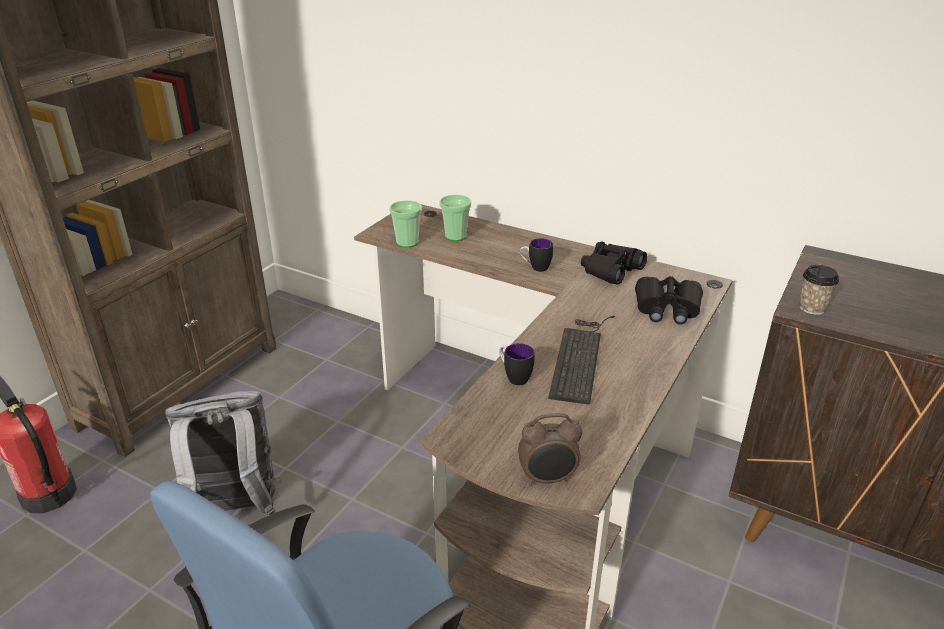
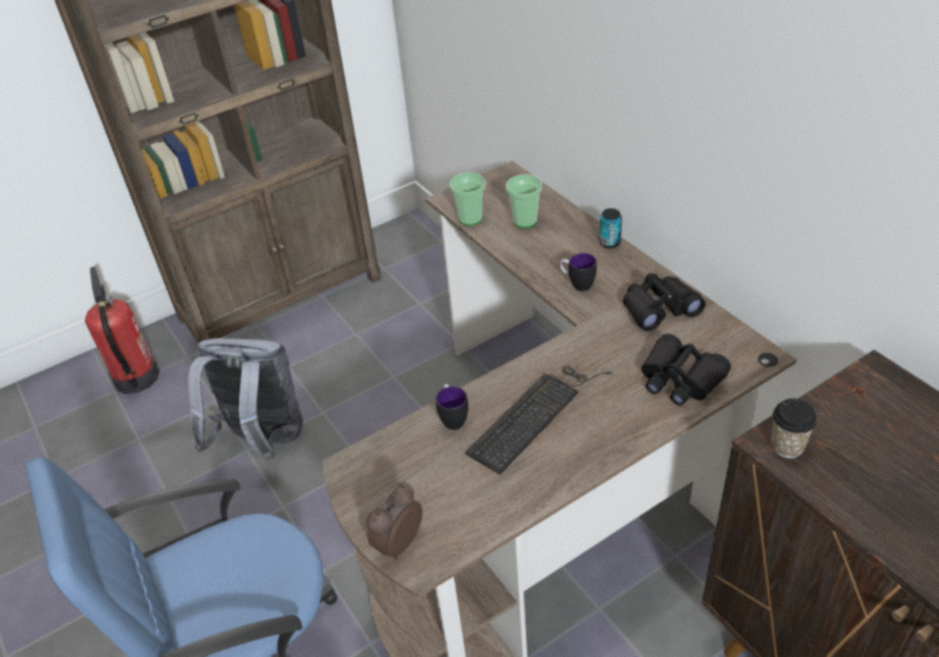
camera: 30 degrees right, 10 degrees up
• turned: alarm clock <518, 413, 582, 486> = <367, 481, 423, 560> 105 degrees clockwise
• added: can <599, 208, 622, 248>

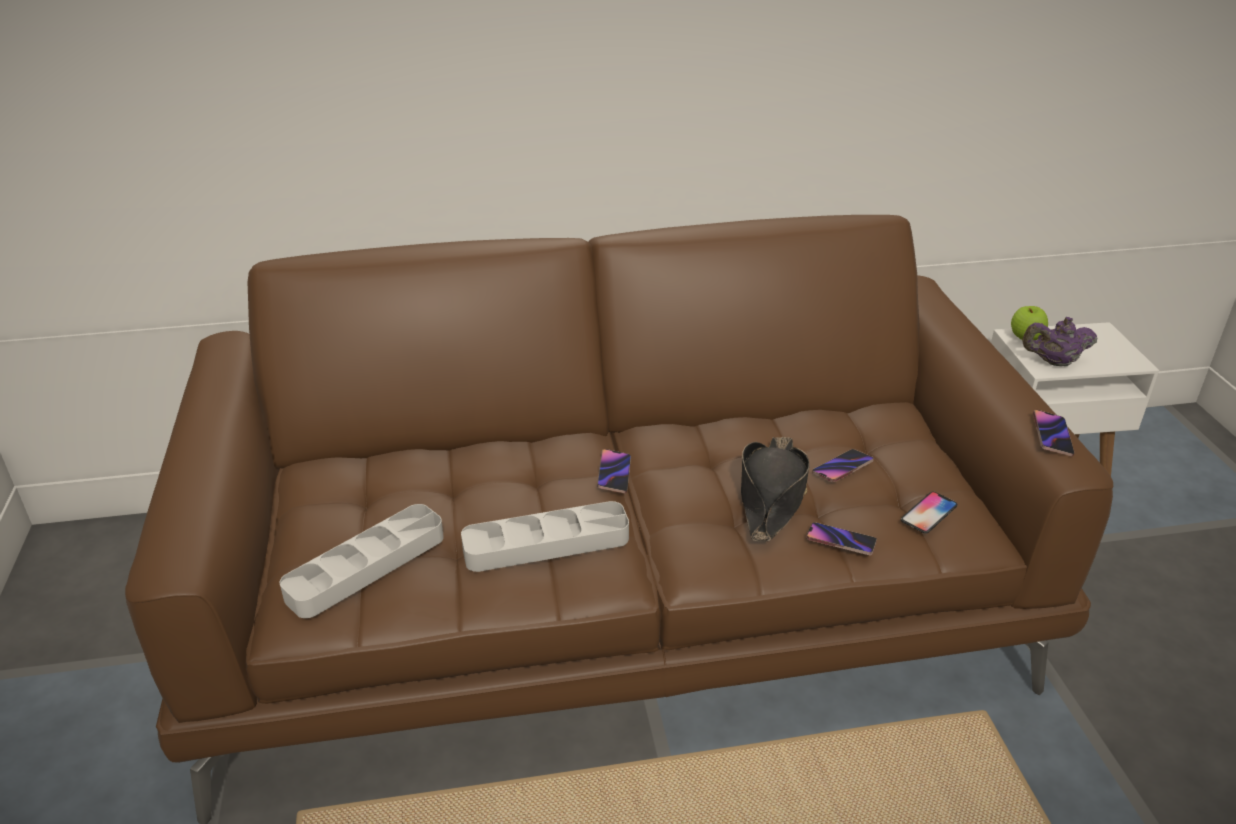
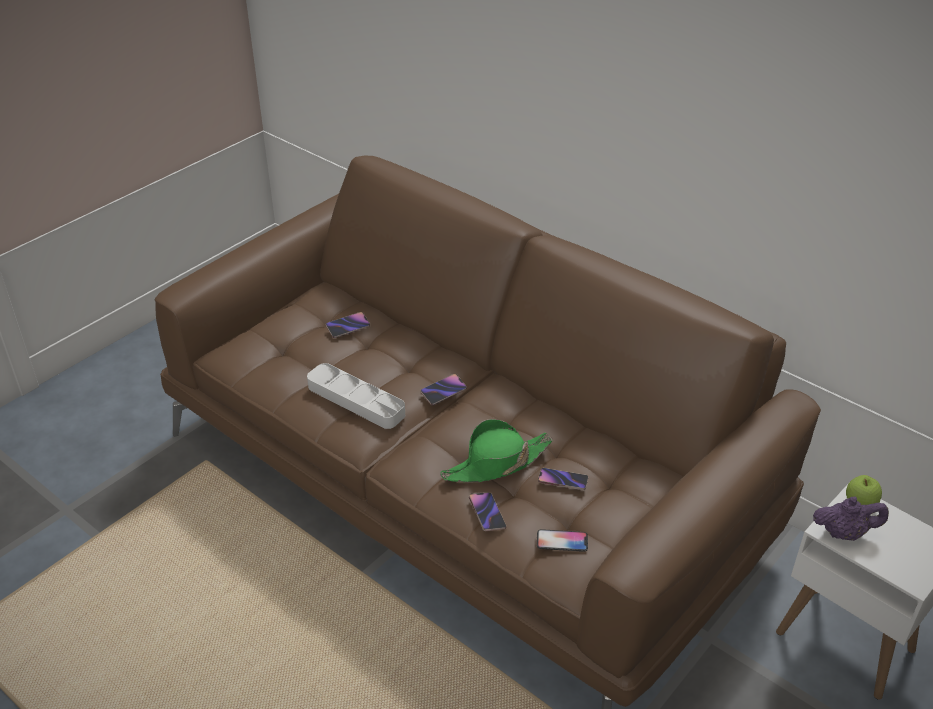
camera: 50 degrees right, 5 degrees up
• removed: tray (grey) <280, 504, 444, 618>
• recoloured: hat (black) <741, 437, 810, 542> to hat (green) <440, 419, 553, 483>
• turned: teapot (purple) <1022, 317, 1097, 366> = <813, 497, 889, 541> 135 degrees clockwise
• moved: phone <1033, 410, 1074, 457> to <326, 312, 370, 338>

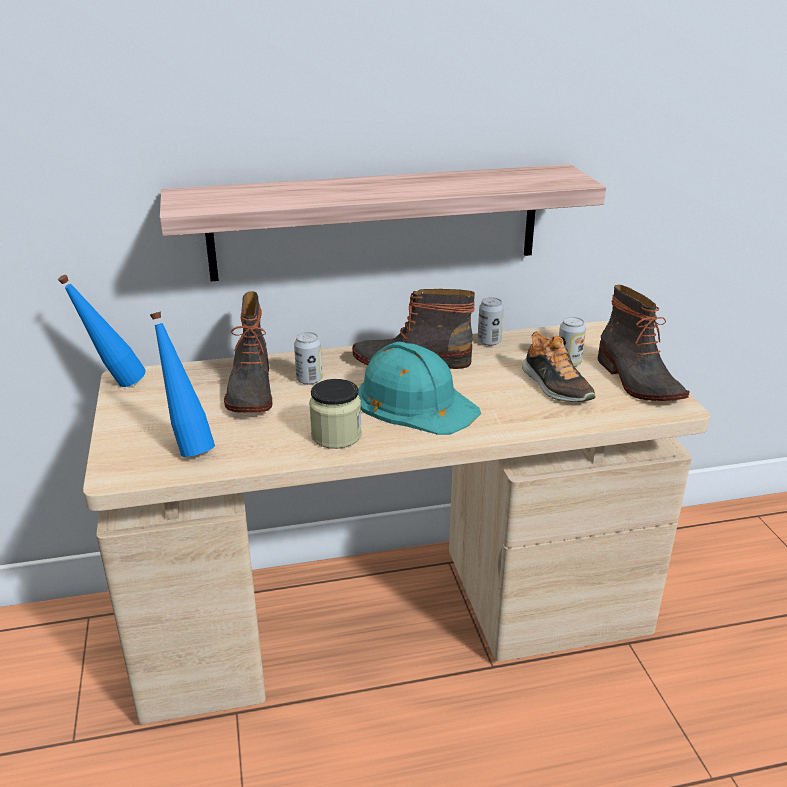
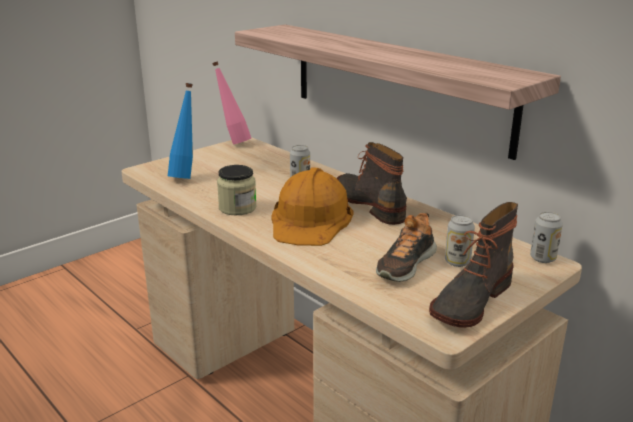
camera: 60 degrees right, 5 degrees down
• recoloured: bottle (blue) <58, 275, 146, 387> to bottle (pink) <212, 61, 251, 144>
• removed: boot <224, 291, 273, 413>
• recoloured: hard hat (turquoise) <358, 342, 481, 435> to hard hat (orange) <271, 167, 354, 246>
• moved: can <478, 297, 504, 346> to <530, 212, 563, 263>

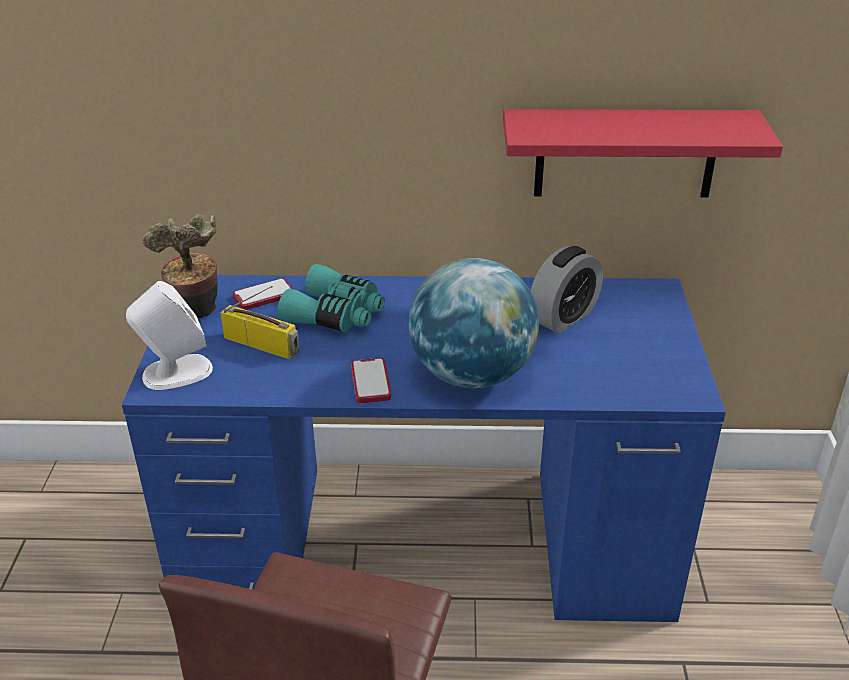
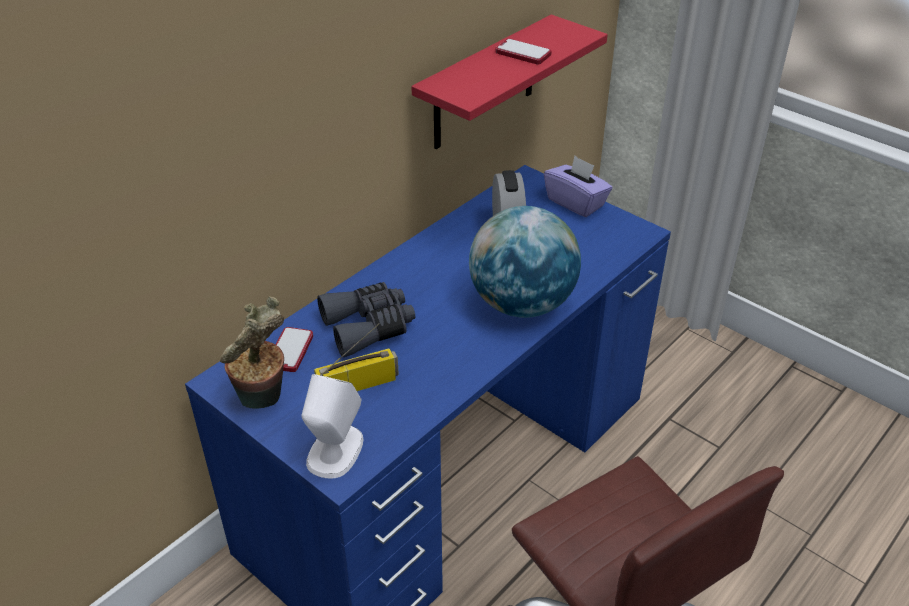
camera: 50 degrees left, 5 degrees up
• recoloured: binoculars (turquoise) <278, 264, 385, 332> to binoculars (grey) <317, 282, 415, 357>
• moved: phone <351, 358, 391, 403> to <495, 39, 551, 64>
• added: tissue box (purple) <544, 156, 613, 217>

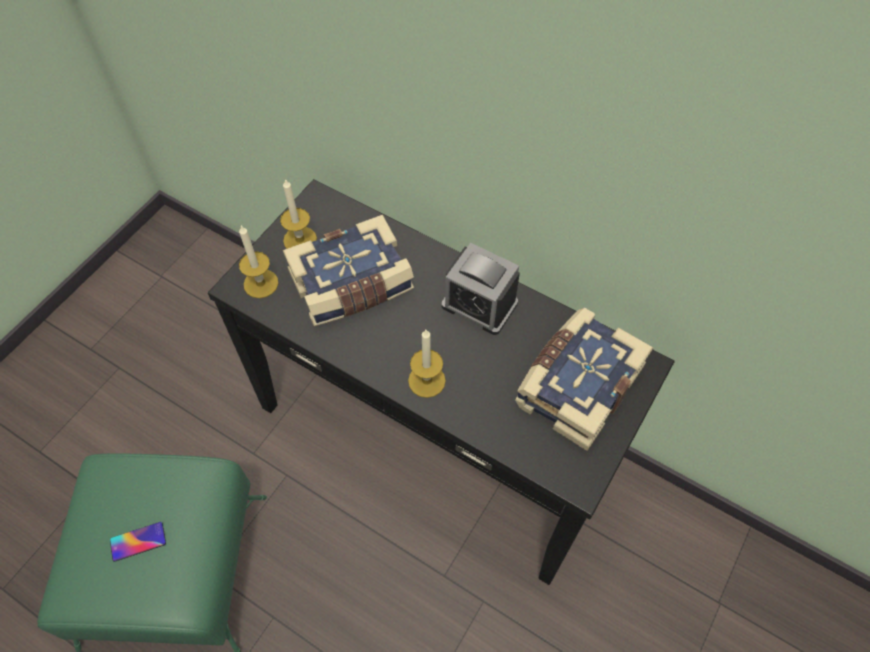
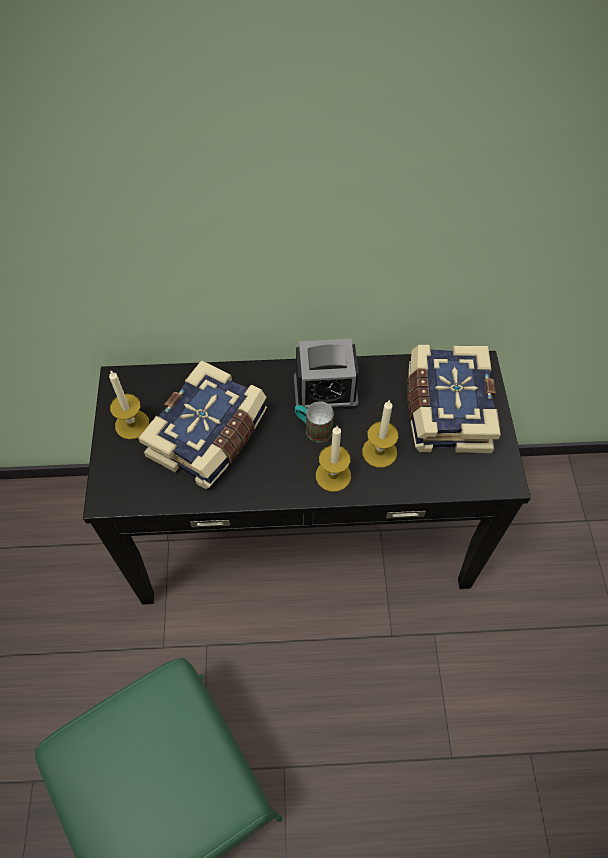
camera: 35 degrees left, 0 degrees up
• removed: phone <110, 522, 166, 562>
• moved: candle <239, 226, 278, 298> to <362, 400, 398, 468>
• added: mug <295, 401, 334, 442>

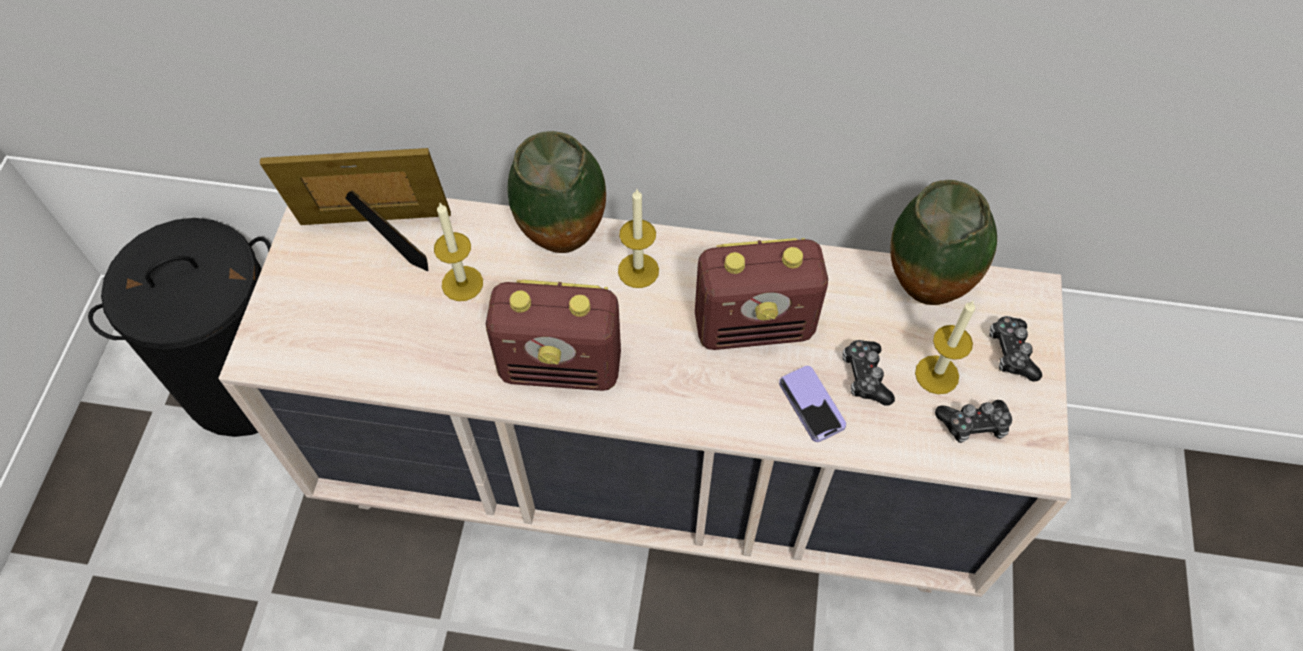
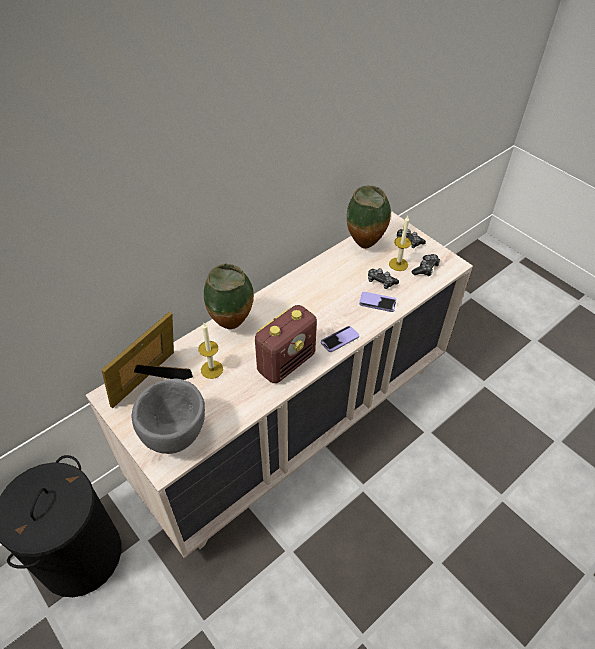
camera: 50 degrees left, 10 degrees down
• removed: candle <618, 189, 659, 288>
• removed: radio <695, 238, 828, 350>
• added: bowl (grey) <132, 378, 205, 454>
• added: phone <321, 326, 359, 352>

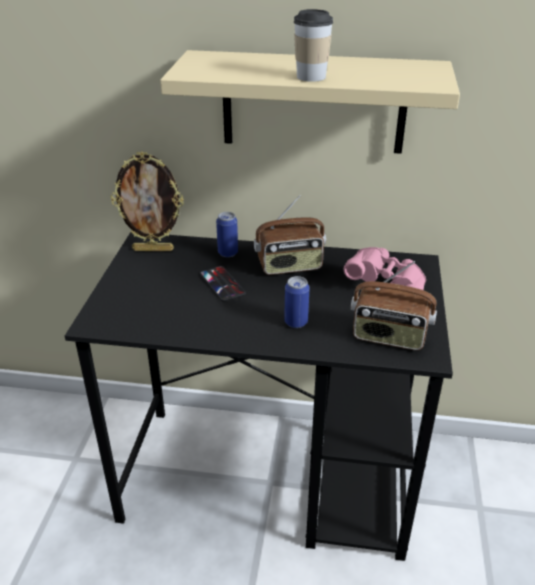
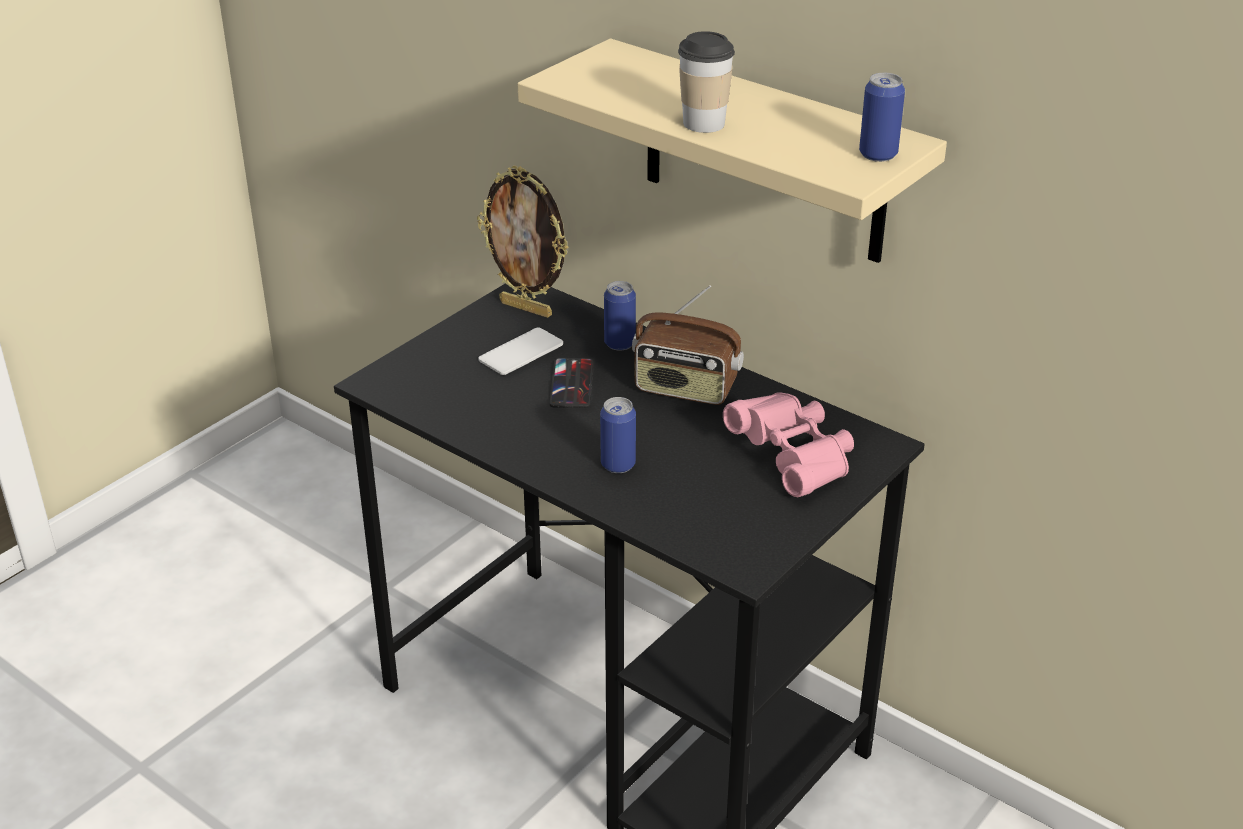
camera: 30 degrees right, 0 degrees up
• removed: radio <351, 261, 437, 350>
• added: phone <478, 328, 563, 375>
• added: can <859, 73, 905, 162>

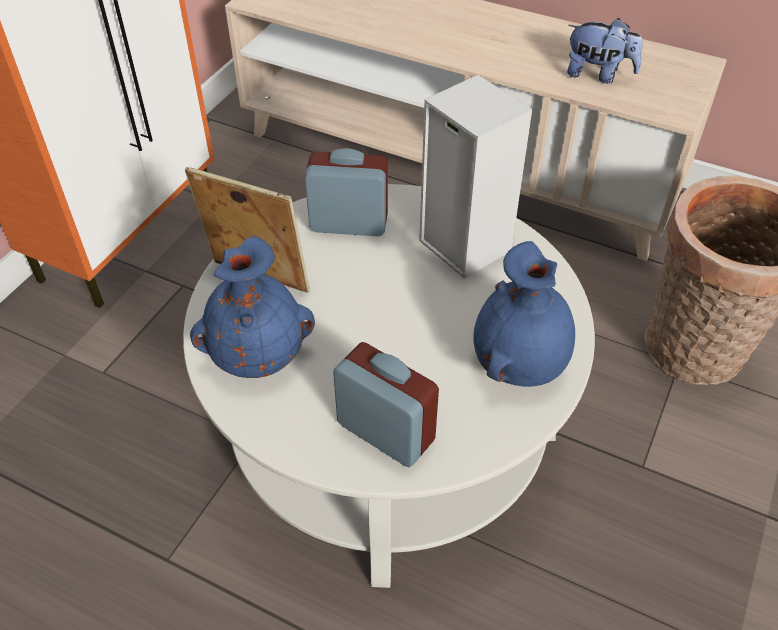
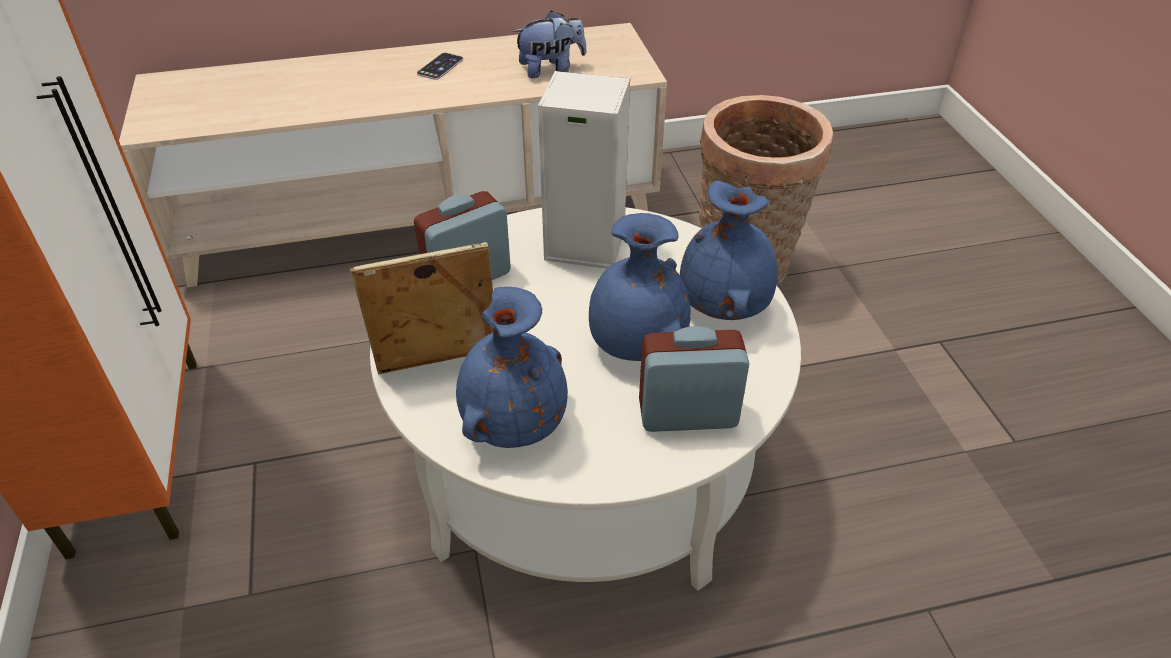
camera: 40 degrees left, 5 degrees down
• added: phone <417, 53, 463, 80>
• added: vase (blue) <589, 213, 691, 361>

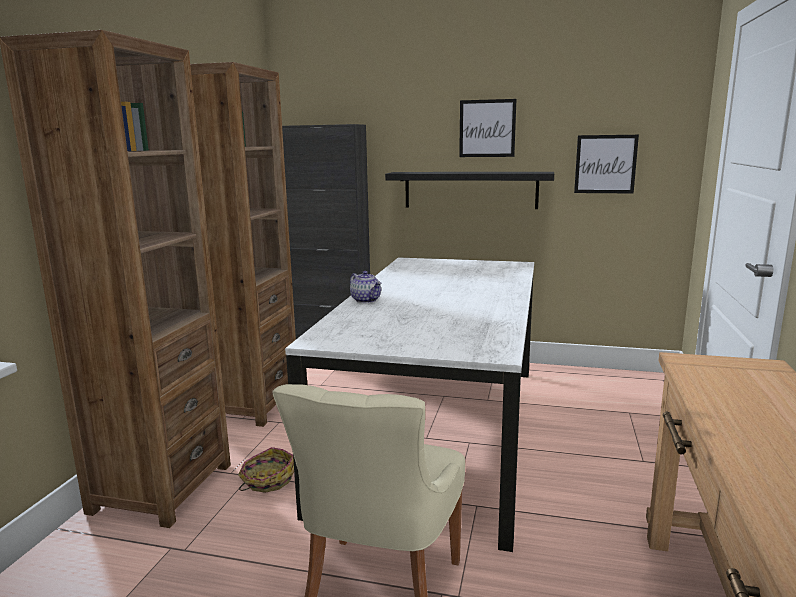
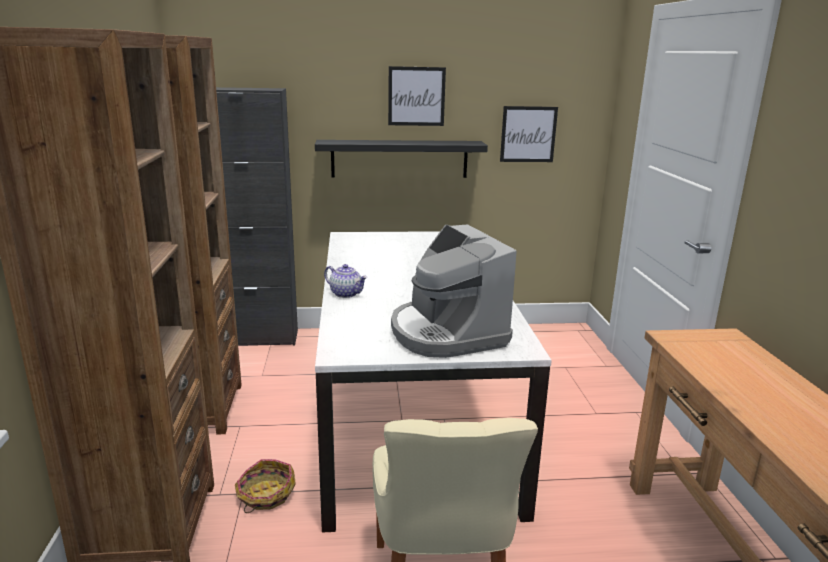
camera: 20 degrees left, 5 degrees up
• added: coffee machine <391, 224, 517, 358>

